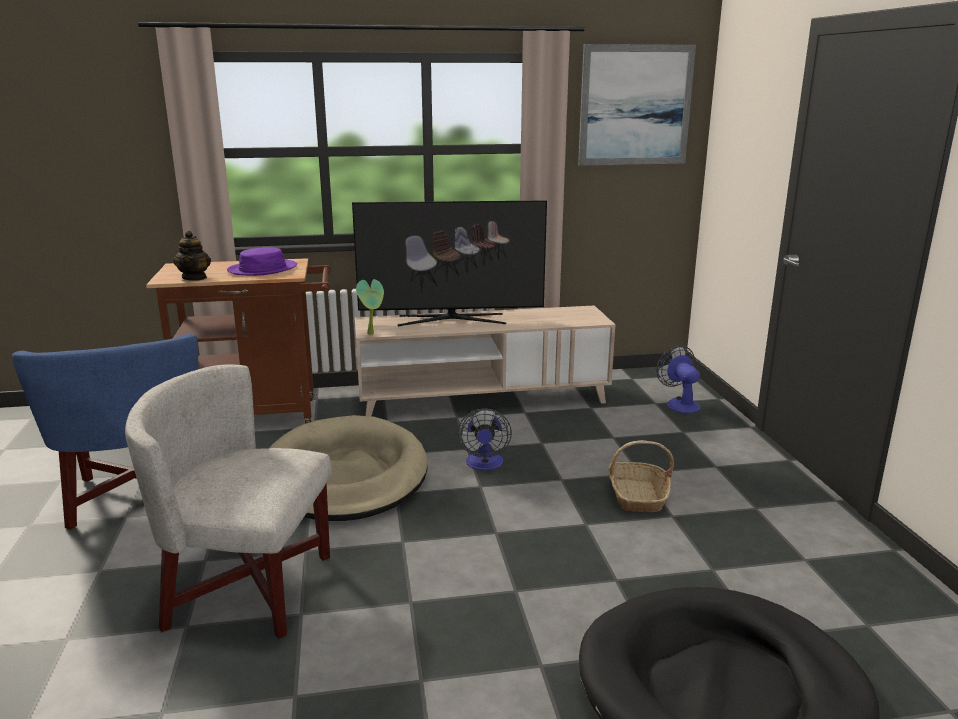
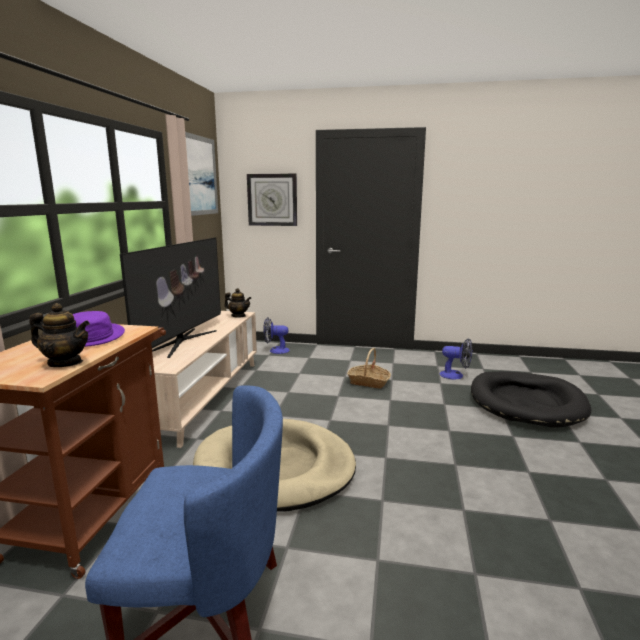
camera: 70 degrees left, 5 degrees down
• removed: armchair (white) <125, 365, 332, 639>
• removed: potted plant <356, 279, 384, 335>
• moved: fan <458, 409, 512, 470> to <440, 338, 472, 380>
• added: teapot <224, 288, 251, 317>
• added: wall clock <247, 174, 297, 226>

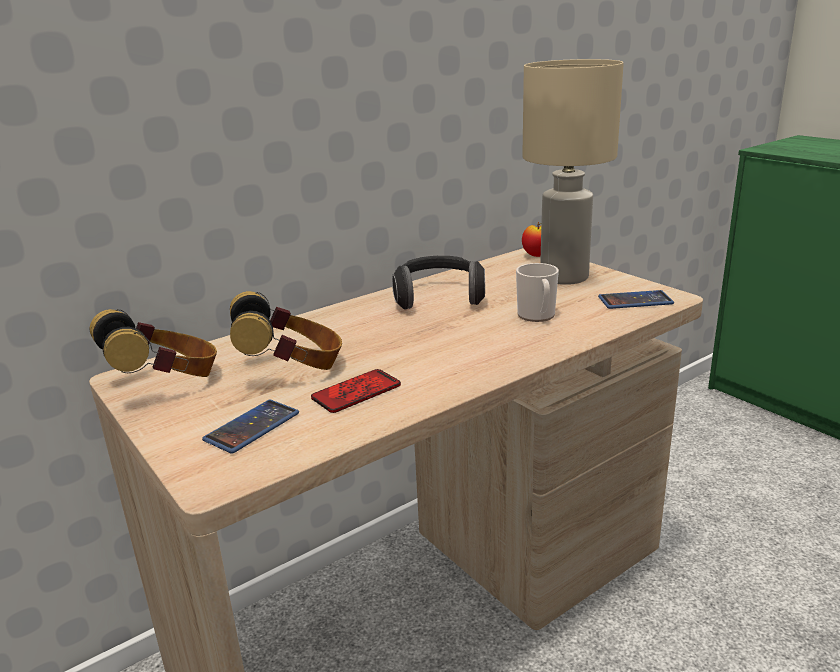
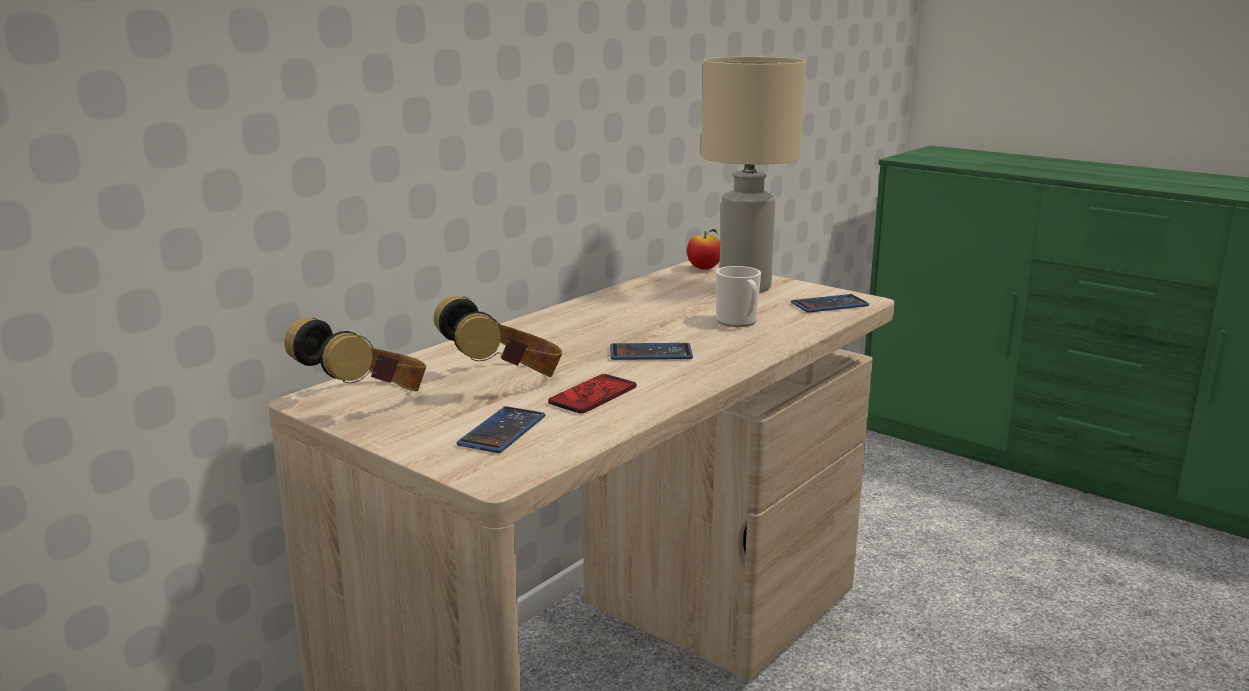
camera: 15 degrees left, 5 degrees down
• removed: headphones <392, 256, 485, 309>
• added: phone <610, 343, 693, 360>

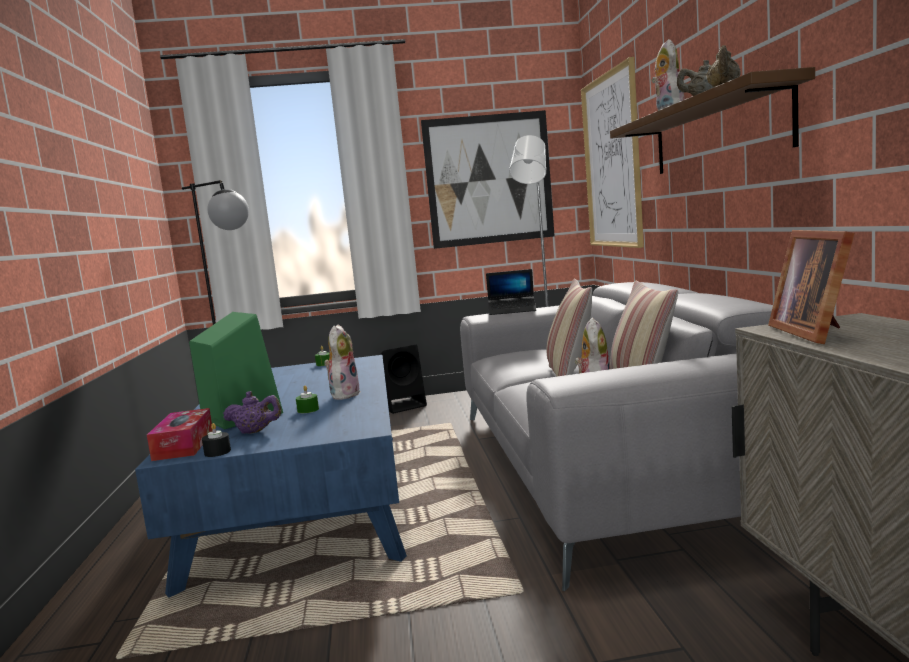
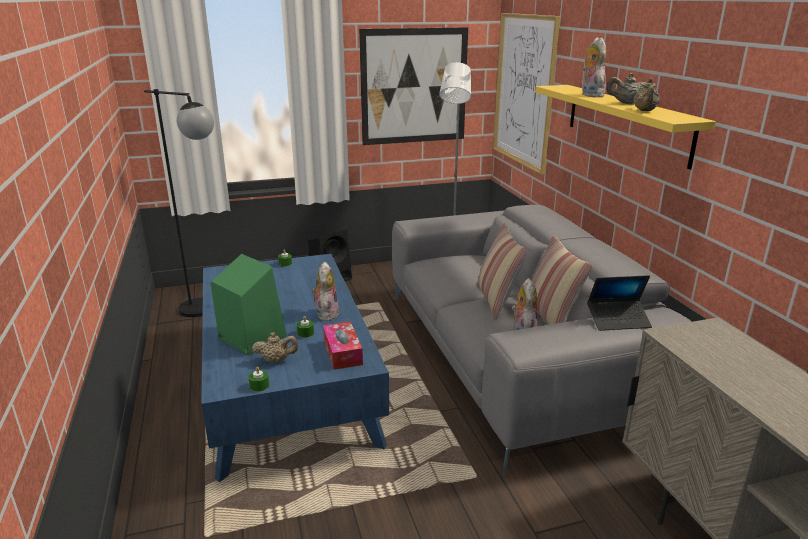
camera: 10 degrees left, 15 degrees up
• moved: tissue box <147, 408, 212, 461> to <323, 322, 363, 370>
• recoloured: candle (black) <202, 423, 231, 457> to candle (green) <248, 367, 269, 392>
• recoloured: teapot (purple) <223, 391, 282, 434> to teapot (beige) <252, 332, 299, 363>
• moved: laptop <486, 269, 536, 315> to <587, 275, 652, 331>
• recoloured: shelf (brown) <610, 67, 815, 174> to shelf (yellow) <535, 85, 716, 170>
• removed: picture frame <768, 230, 855, 344>

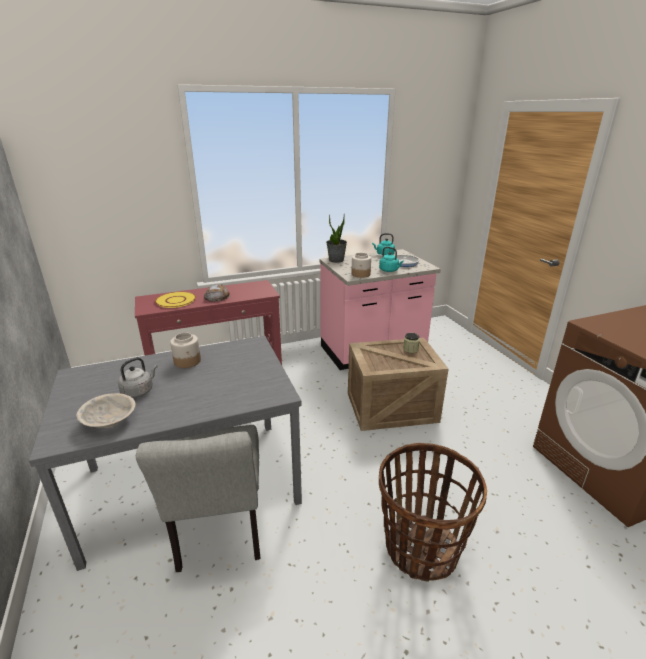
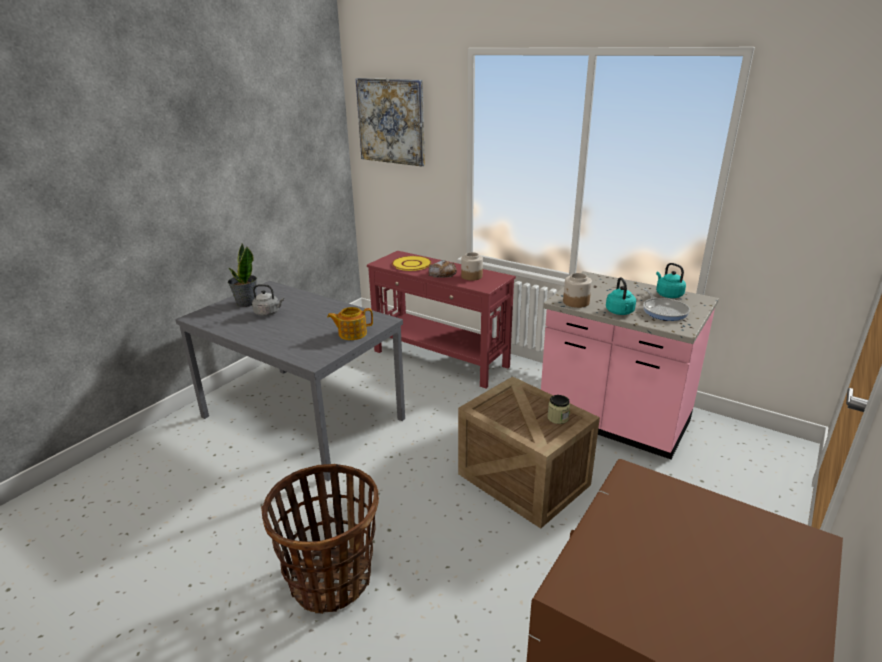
camera: 55 degrees right, 0 degrees up
• removed: bowl (beige) <77, 393, 136, 428>
• removed: chair (grey) <136, 425, 260, 572>
• moved: jar <170, 332, 201, 368> to <461, 252, 483, 281>
• moved: potted plant <326, 215, 347, 263> to <228, 244, 257, 307>
• added: teapot <327, 307, 373, 340>
• added: picture <356, 78, 425, 166>

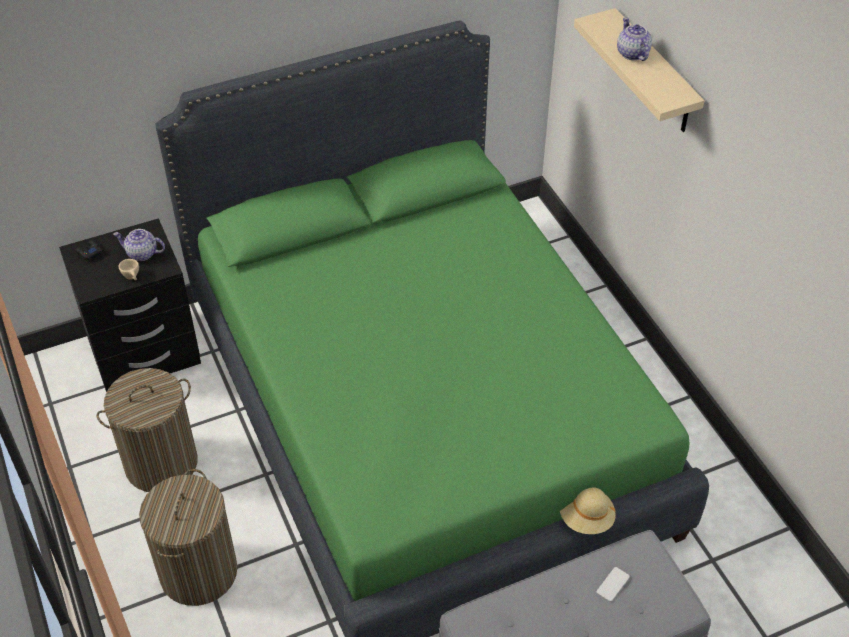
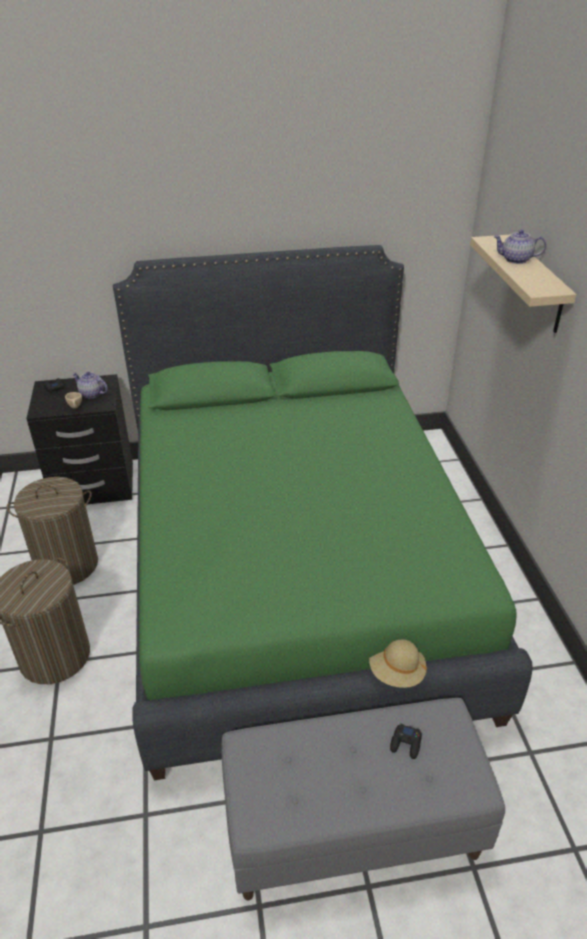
camera: 15 degrees right, 10 degrees down
• replaced: phone <596, 567, 630, 602> to game controller (black) <390, 724, 422, 759>
• turned: teapot <617, 17, 652, 61> = <494, 230, 546, 264> 75 degrees counterclockwise

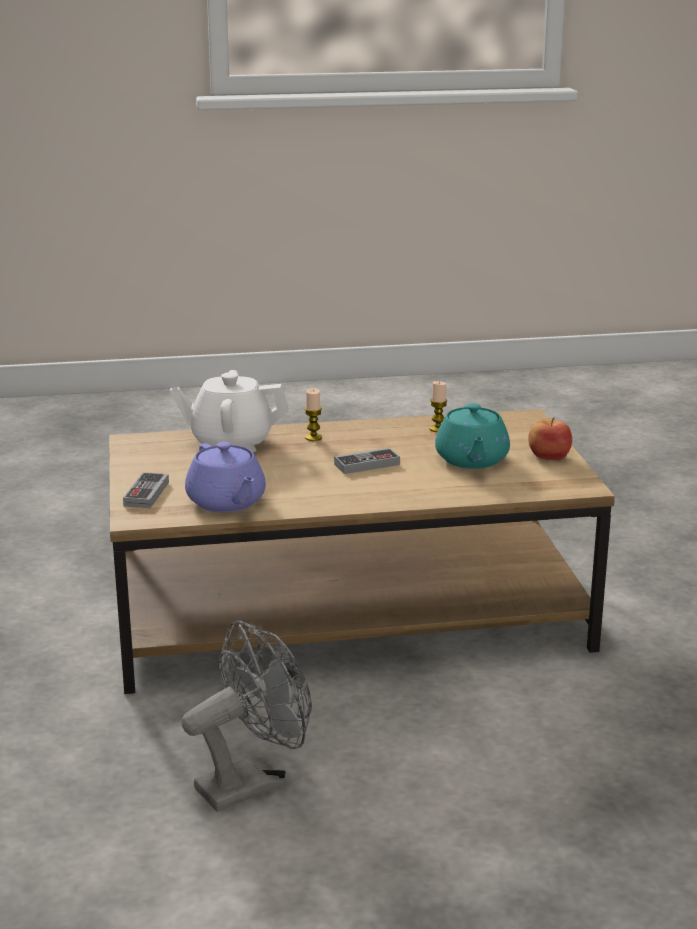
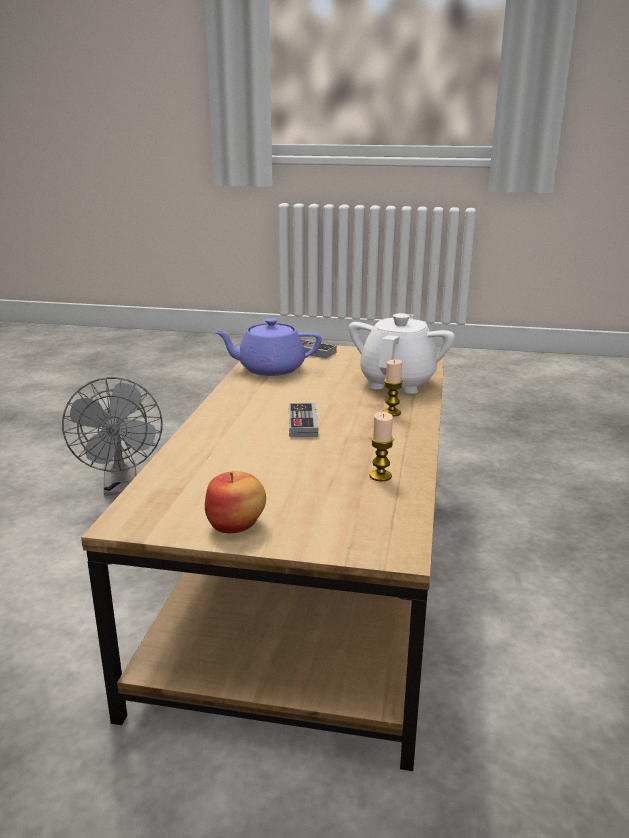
camera: 110 degrees right, 0 degrees up
• removed: teapot (turquoise) <435, 403, 510, 469>

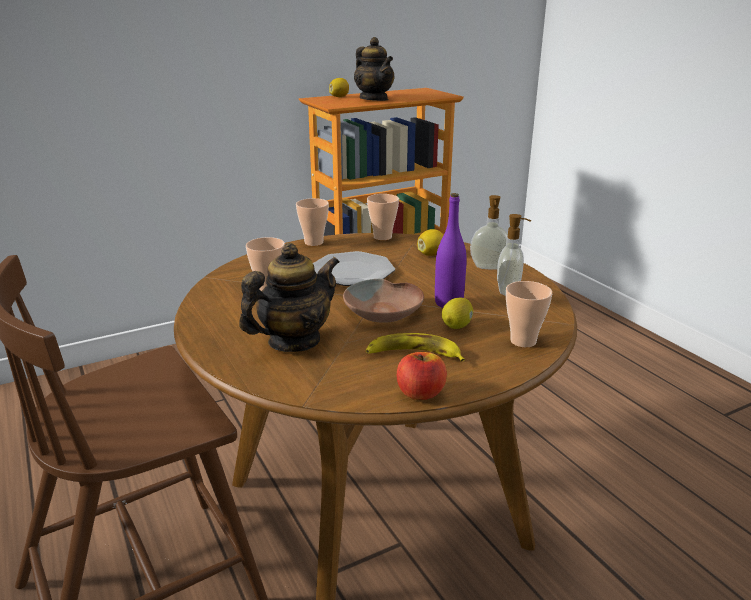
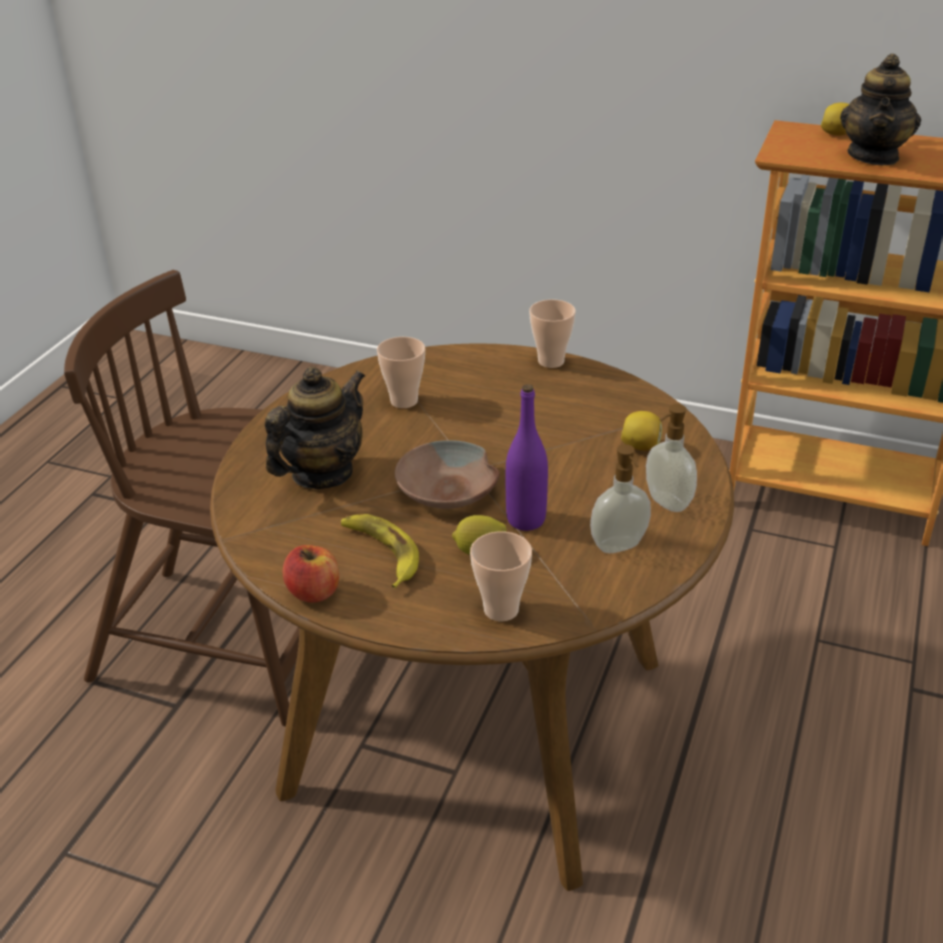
camera: 50 degrees right, 10 degrees up
• turned: teapot <239, 243, 339, 352> = <265, 367, 365, 489> 60 degrees counterclockwise
• removed: plate <313, 251, 395, 286>
• removed: cup <367, 194, 399, 241>

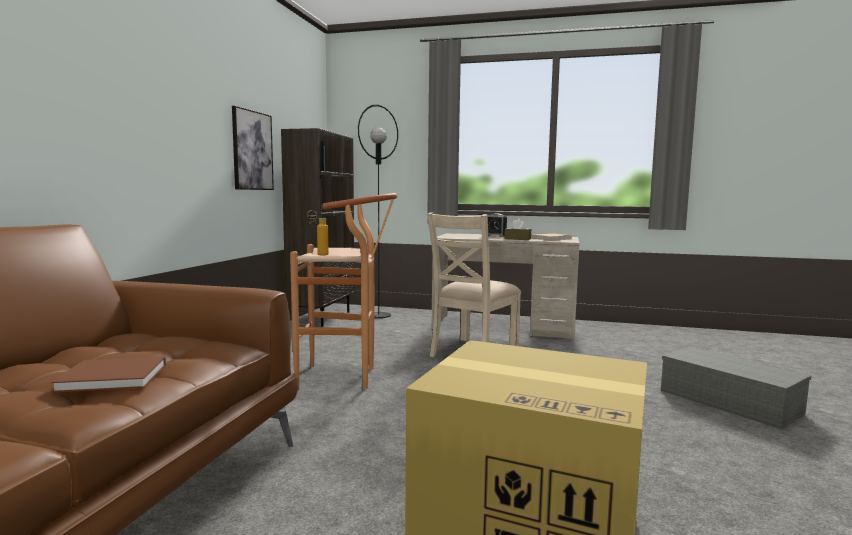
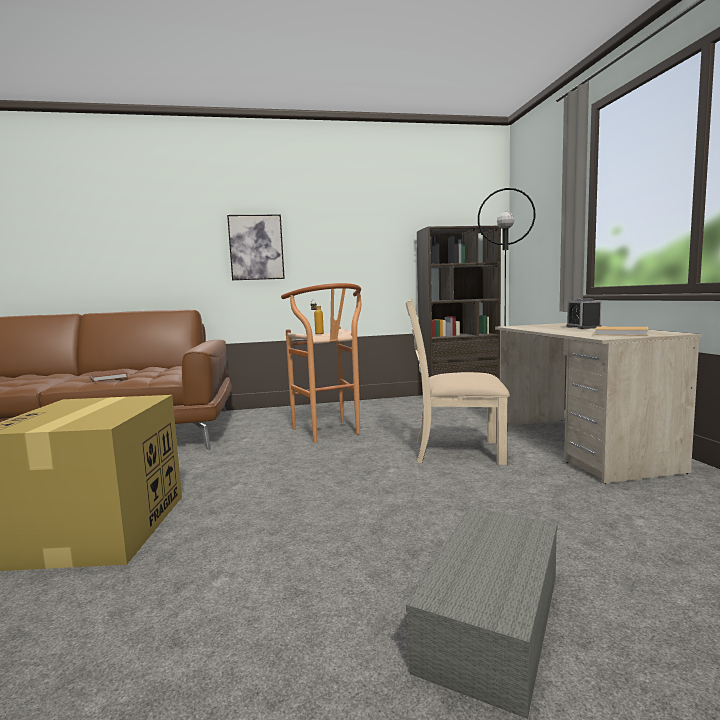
camera: 65 degrees right, 0 degrees up
• moved: picture <232, 106, 274, 190> to <227, 215, 285, 280>
• removed: tissue box (brown) <504, 218, 531, 240>

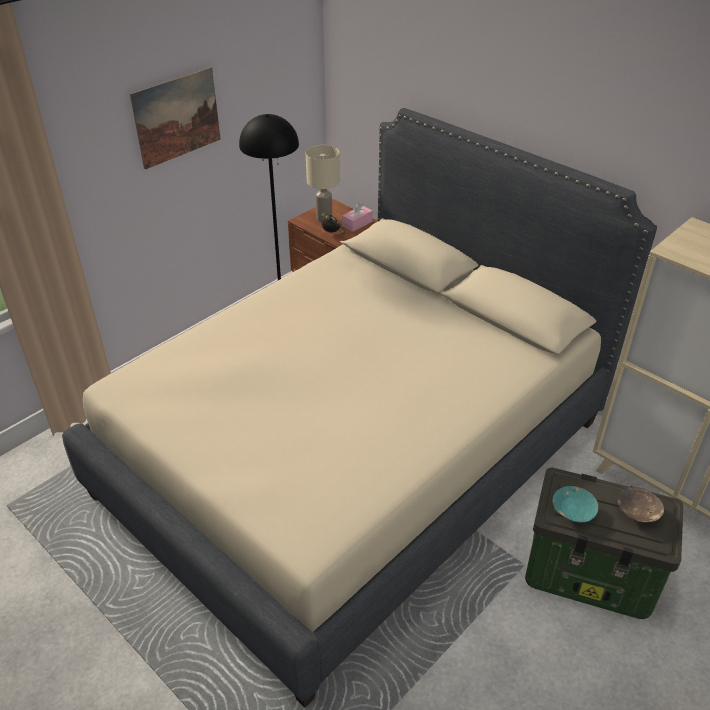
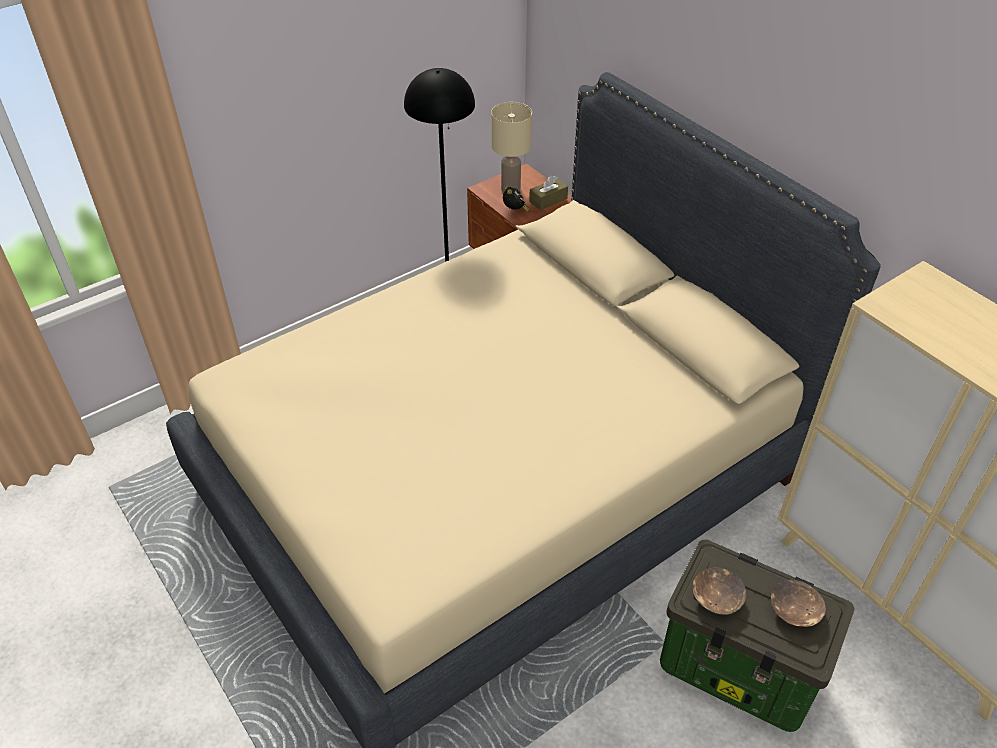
camera: 10 degrees right, 5 degrees up
• removed: picture <130, 67, 221, 169>
• recoloured: tissue box (pink) <342, 202, 373, 232> to tissue box (brown) <529, 175, 568, 210>
• recoloured: bowl (turquoise) <552, 486, 598, 522> to bowl (brown) <692, 567, 746, 615>

